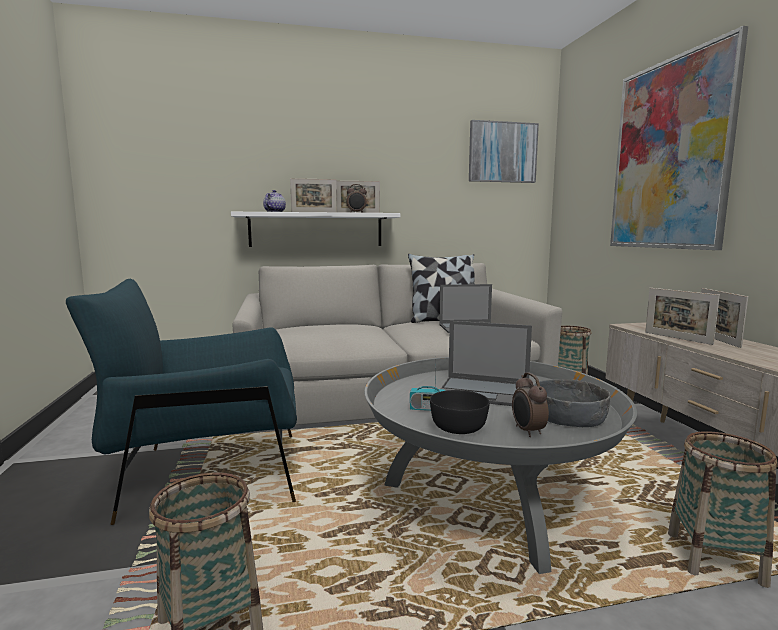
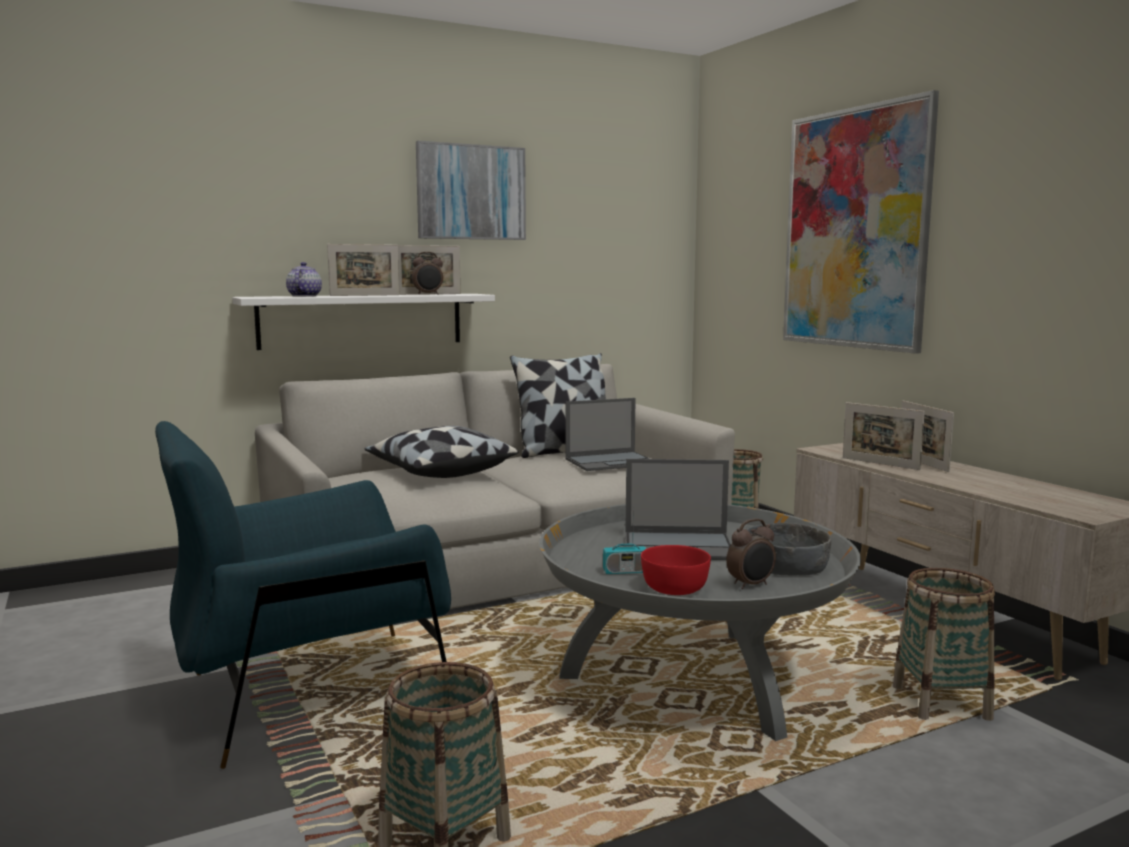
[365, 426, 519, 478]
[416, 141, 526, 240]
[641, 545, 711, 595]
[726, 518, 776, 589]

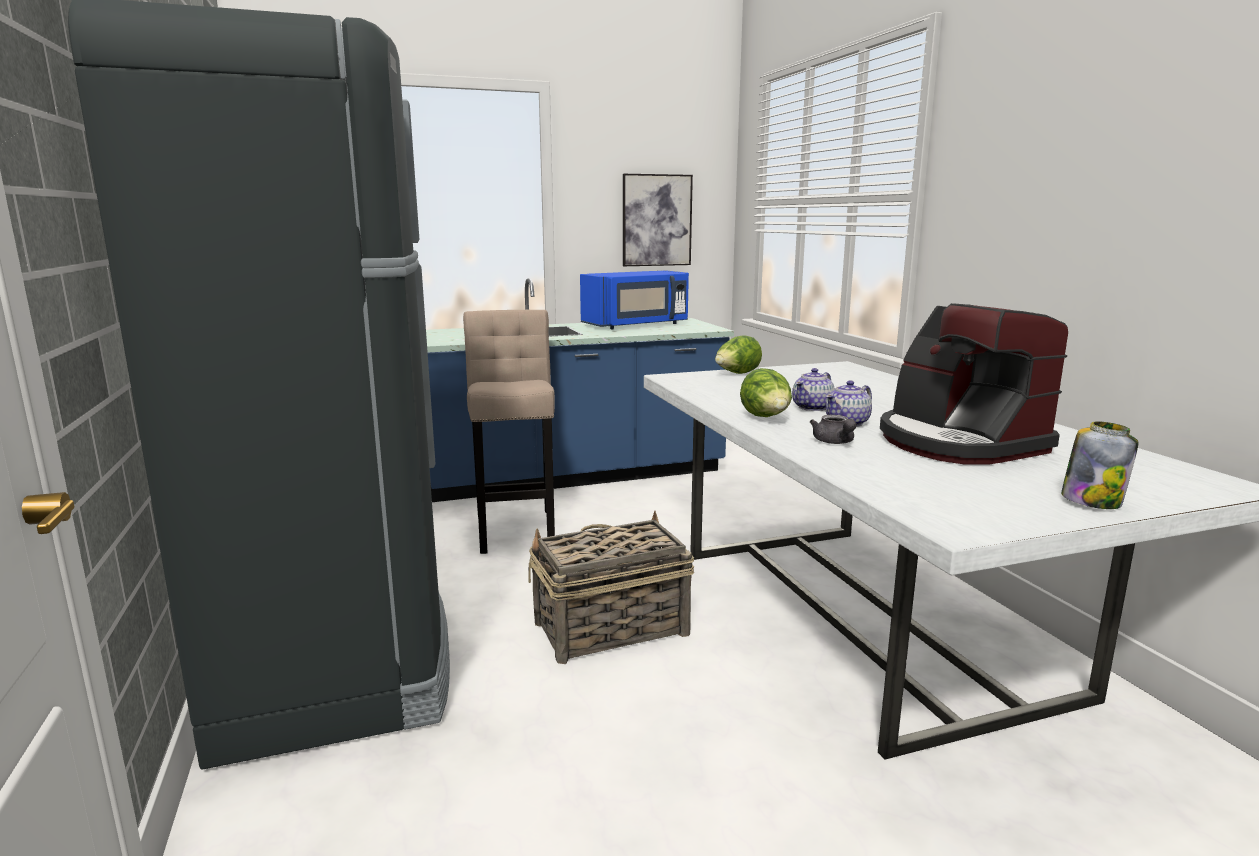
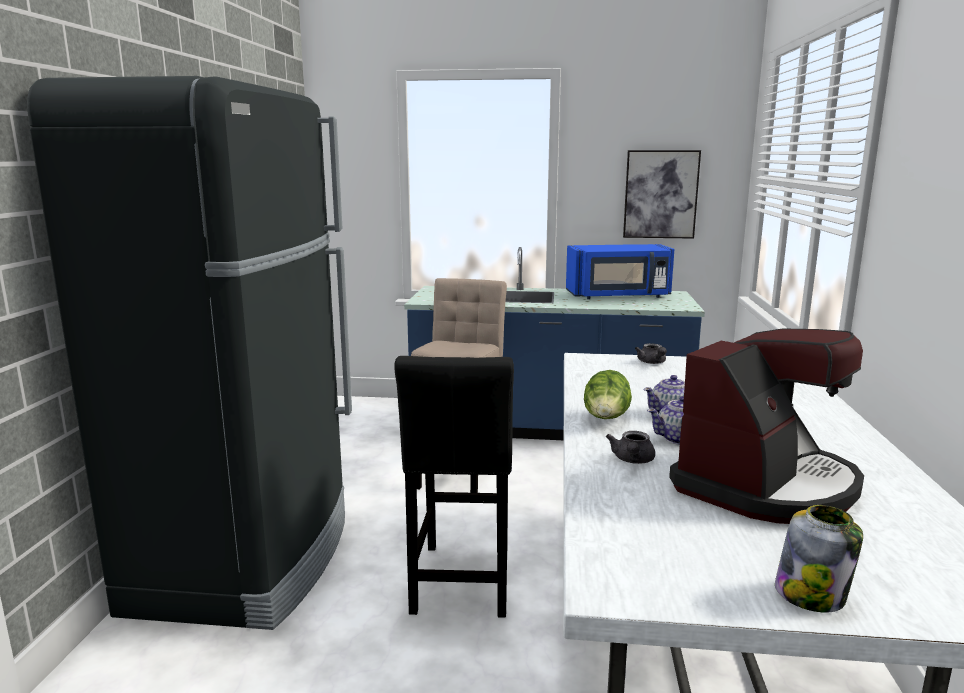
[395, 356, 514, 618]
[635, 343, 667, 364]
[669, 328, 864, 524]

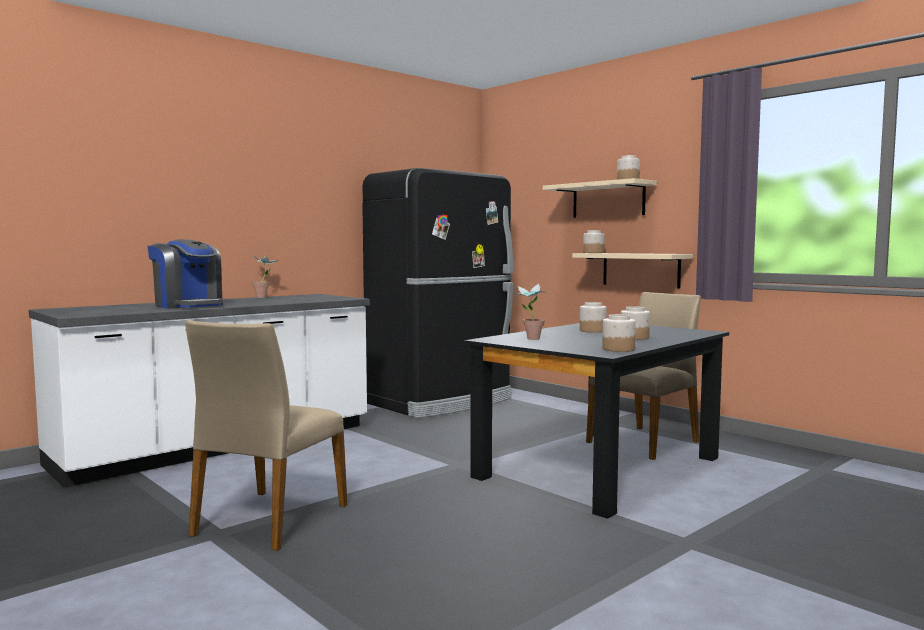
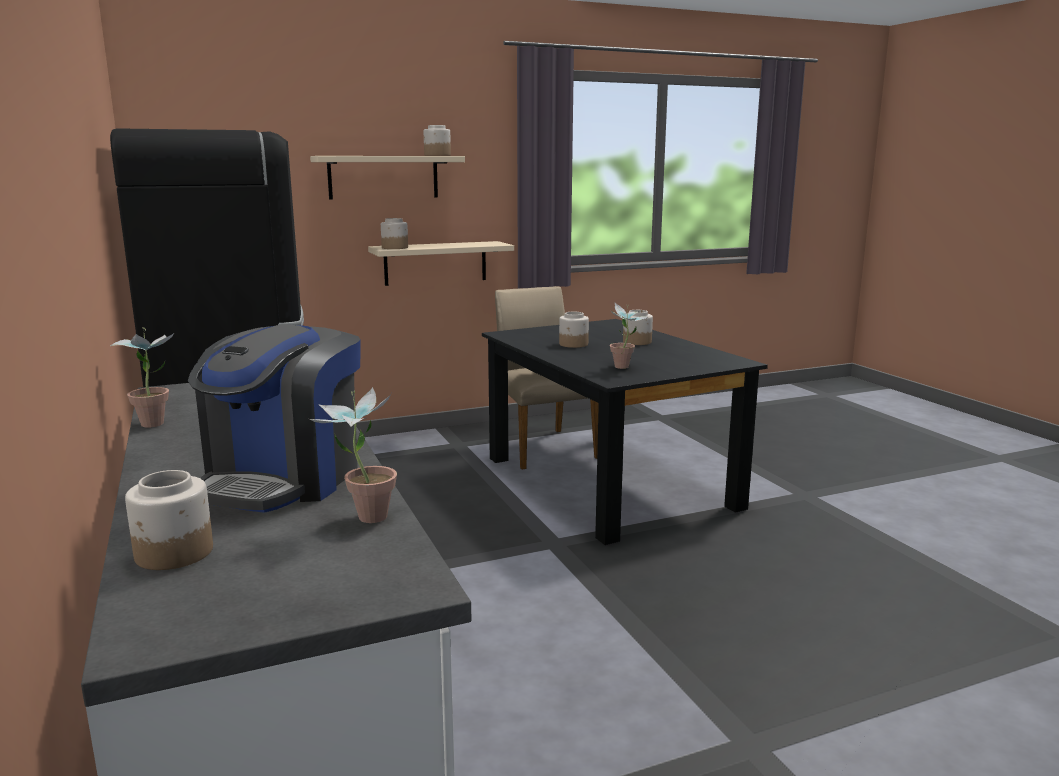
[125, 470, 213, 570]
[188, 324, 361, 513]
[307, 387, 397, 523]
[185, 320, 347, 551] (first image)

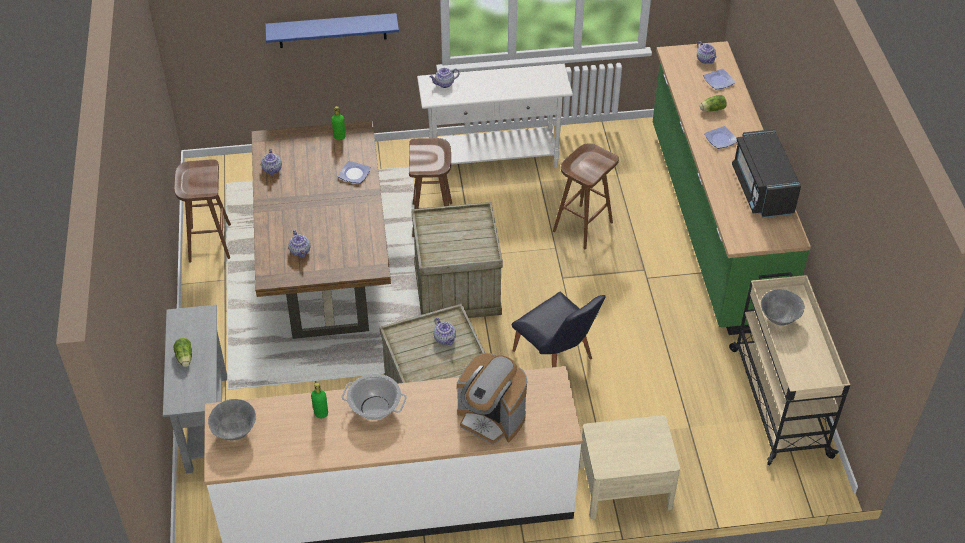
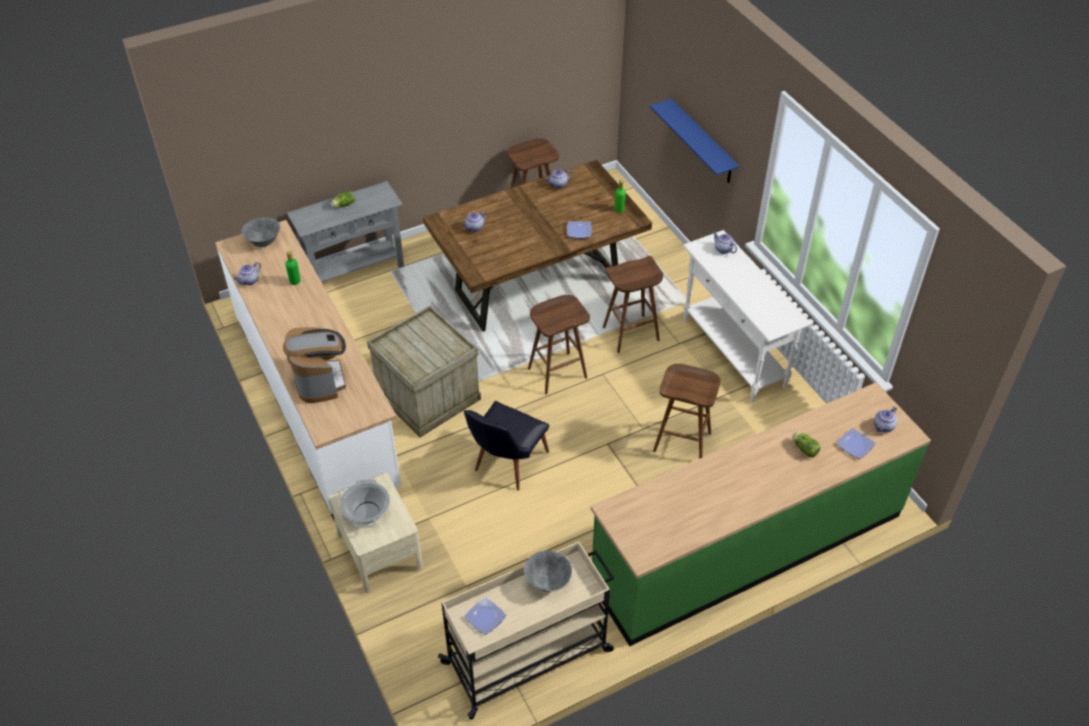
[234, 262, 261, 285]
[283, 327, 346, 403]
[340, 480, 390, 528]
[464, 597, 506, 635]
[528, 295, 590, 395]
[732, 129, 801, 218] (first image)

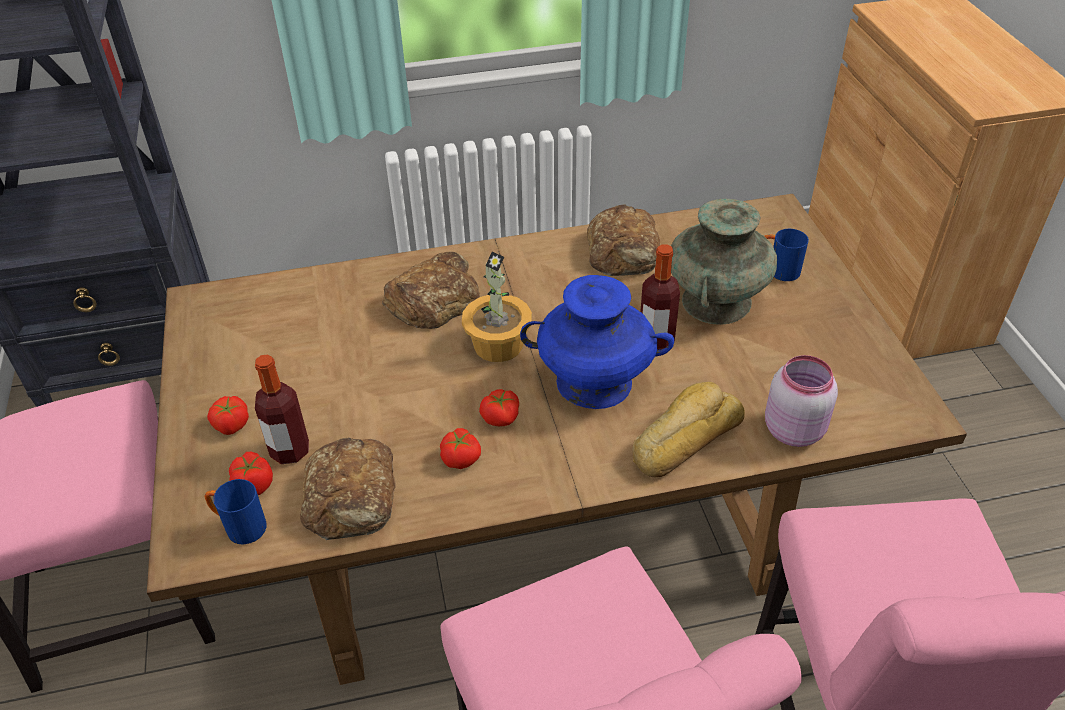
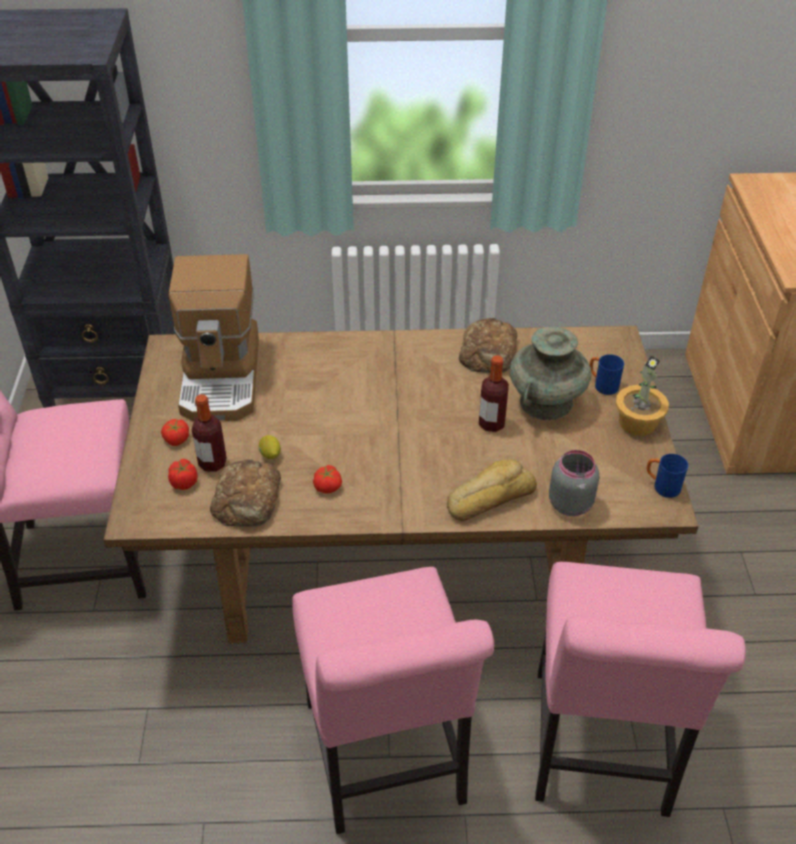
[168, 254, 259, 422]
[259, 435, 281, 459]
[549, 450, 599, 516]
[616, 356, 669, 436]
[647, 454, 688, 498]
[382, 252, 480, 329] (first image)
[479, 389, 519, 426] (first image)
[520, 275, 674, 409] (first image)

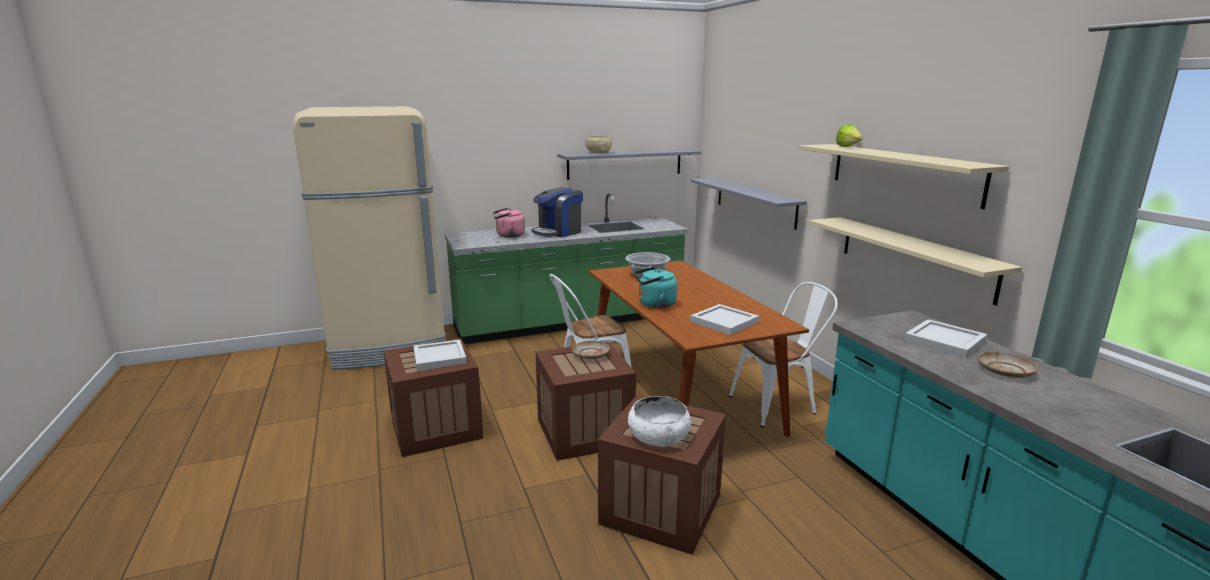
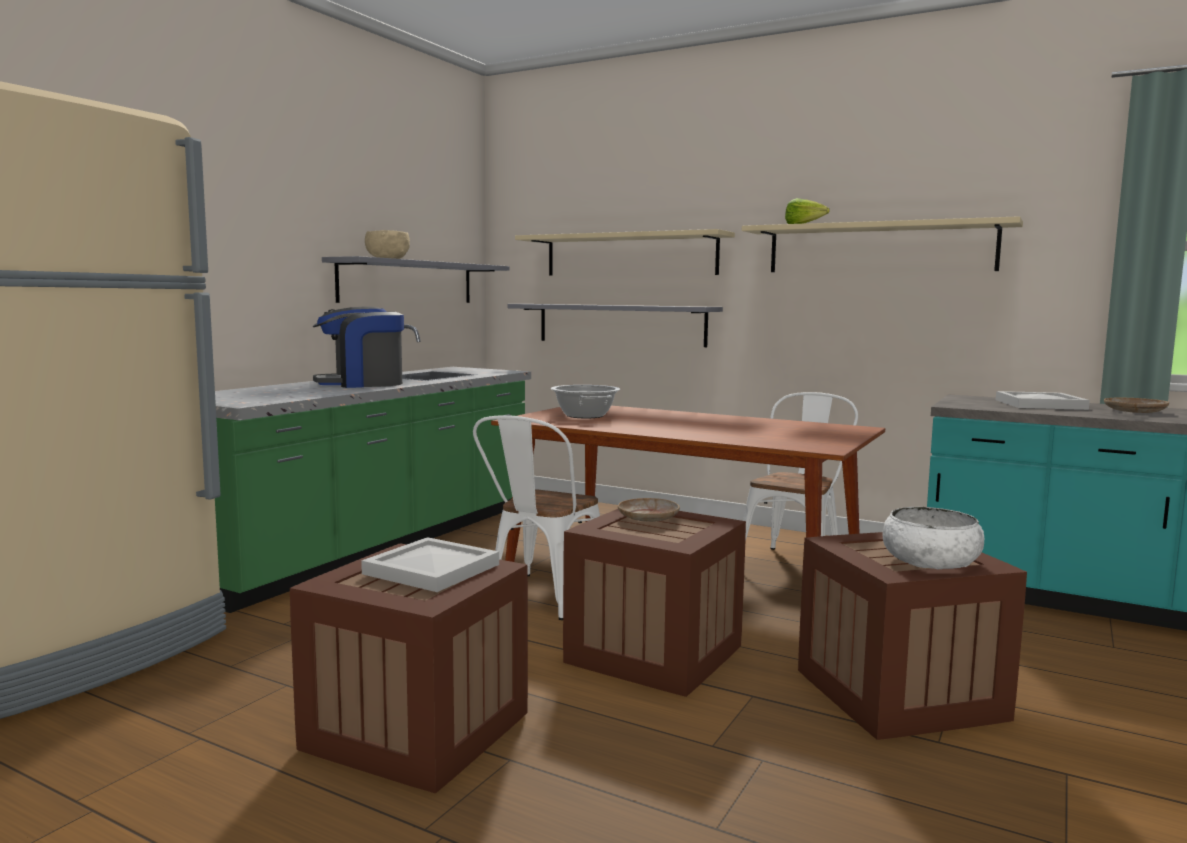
[313, 307, 404, 388]
[515, 229, 735, 275]
[493, 208, 525, 238] (first image)
[634, 267, 677, 308] (first image)
[690, 304, 759, 335] (first image)

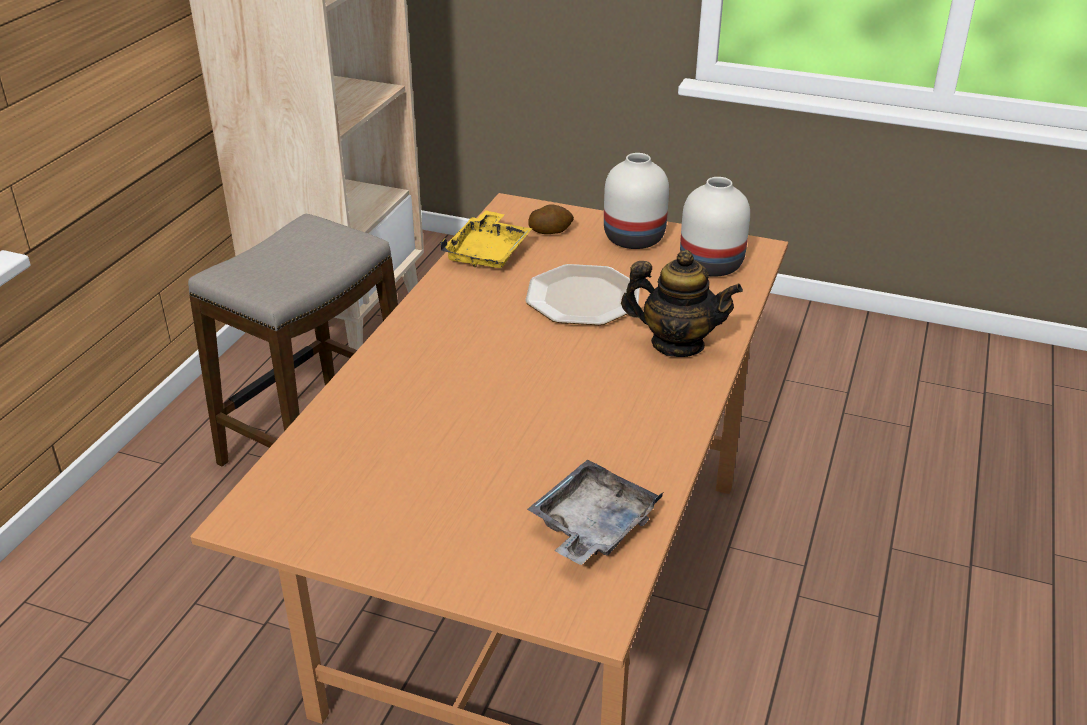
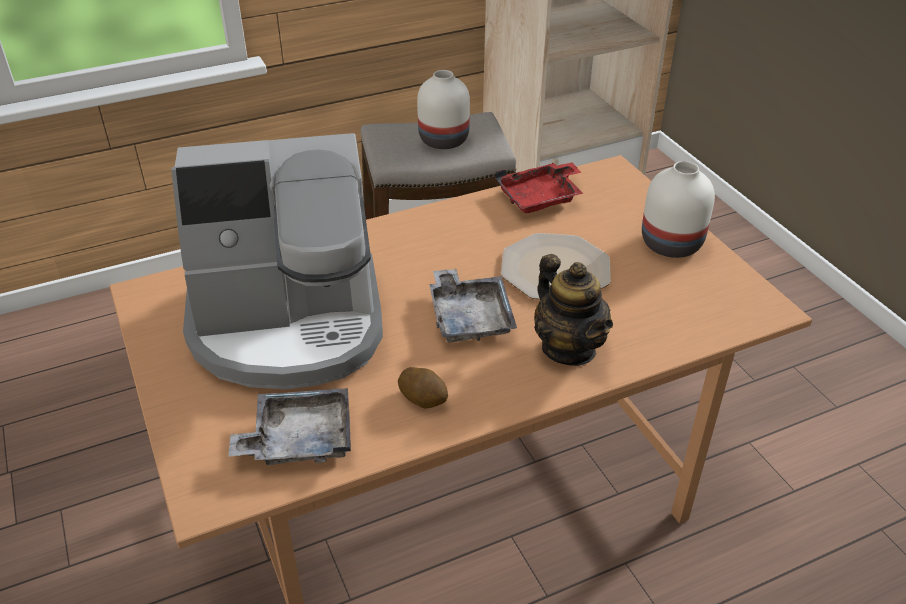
[171, 133, 383, 389]
[398, 367, 448, 408]
[417, 70, 470, 149]
[429, 269, 517, 343]
[495, 162, 583, 214]

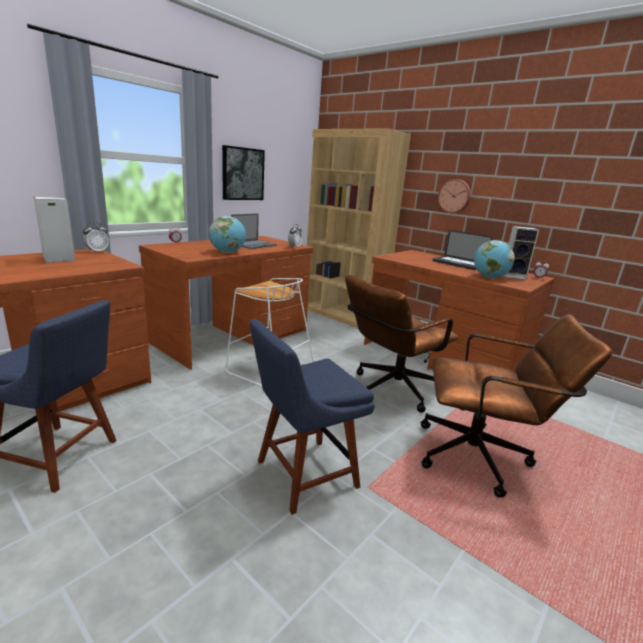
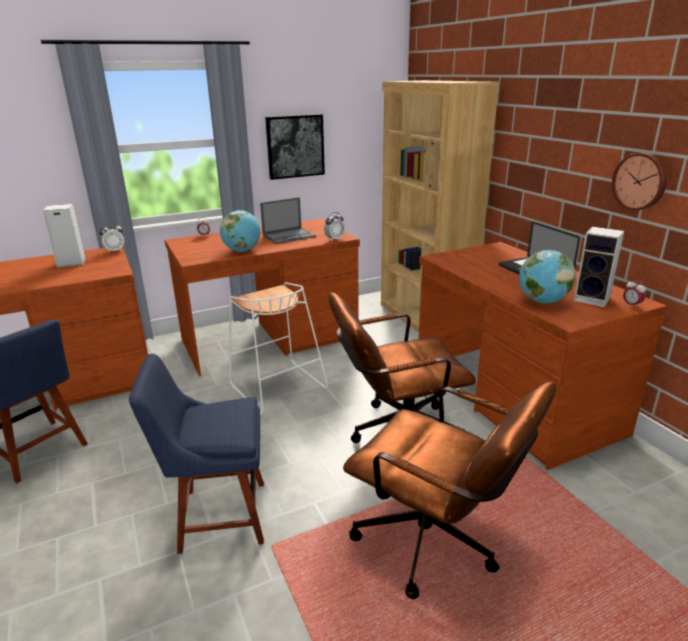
[612, 153, 667, 211]

